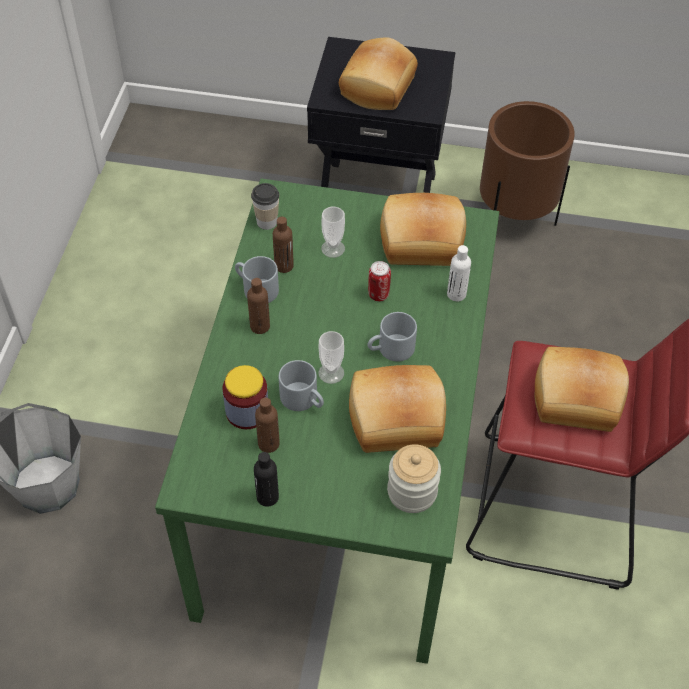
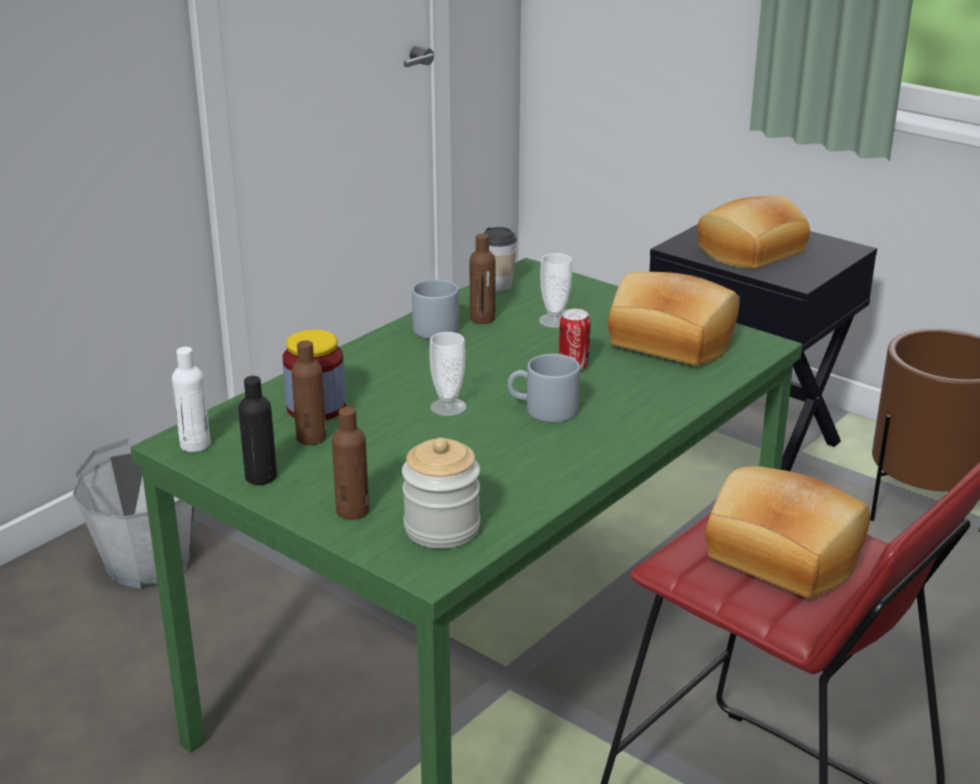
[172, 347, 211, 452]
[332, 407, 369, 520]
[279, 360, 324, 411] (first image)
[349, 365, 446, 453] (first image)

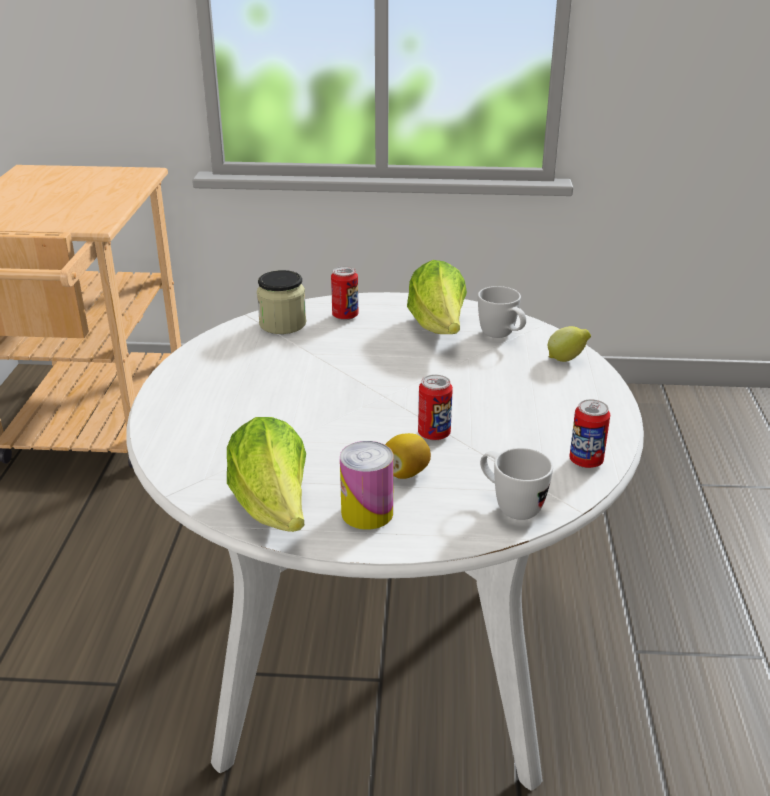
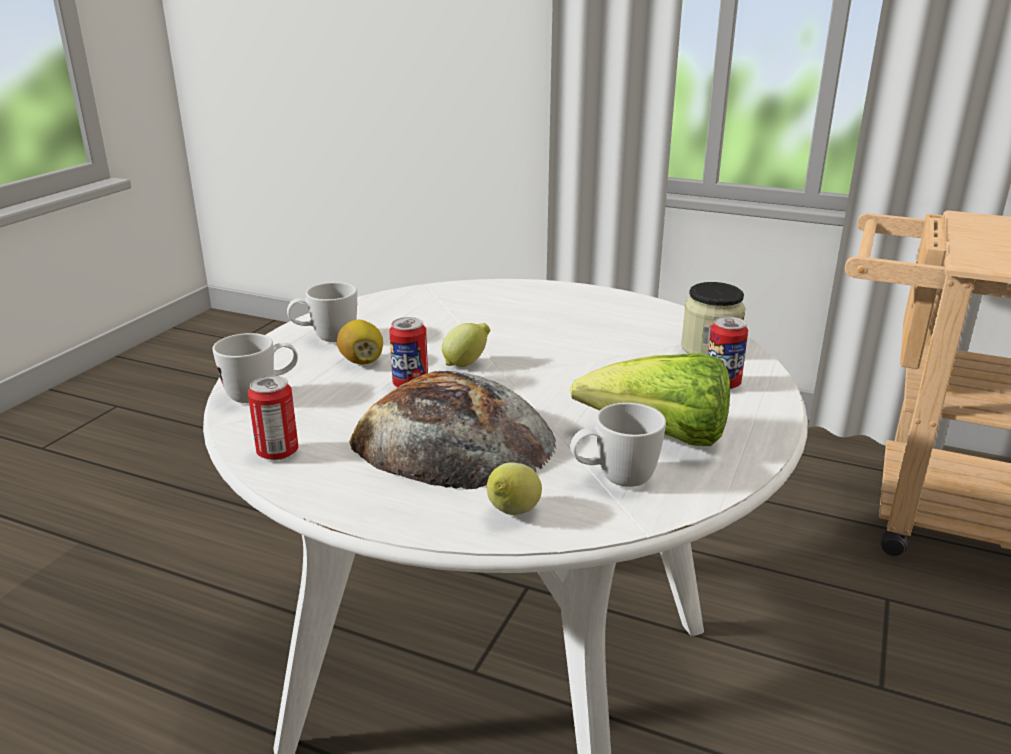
[287, 282, 357, 342]
[349, 371, 556, 490]
[442, 323, 490, 367]
[227, 417, 306, 532] (first image)

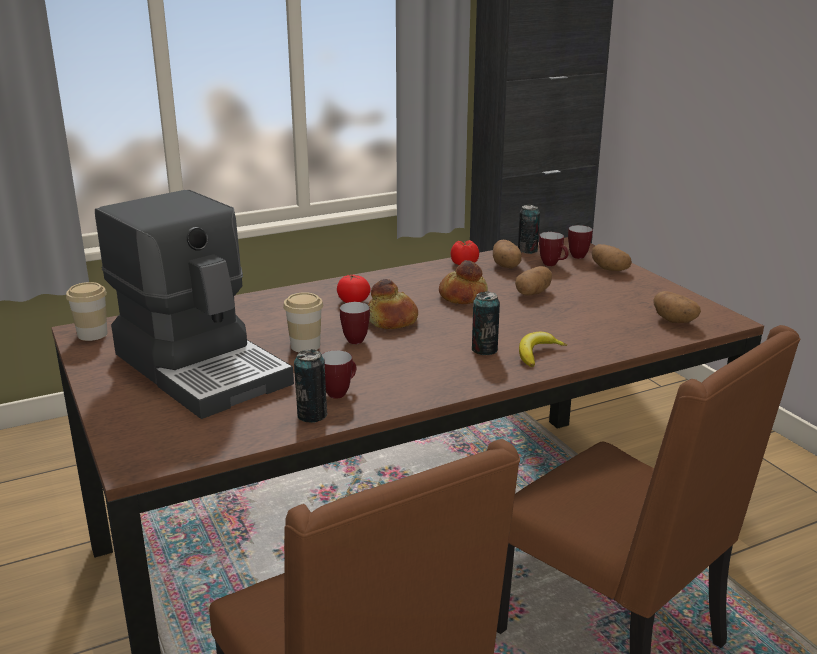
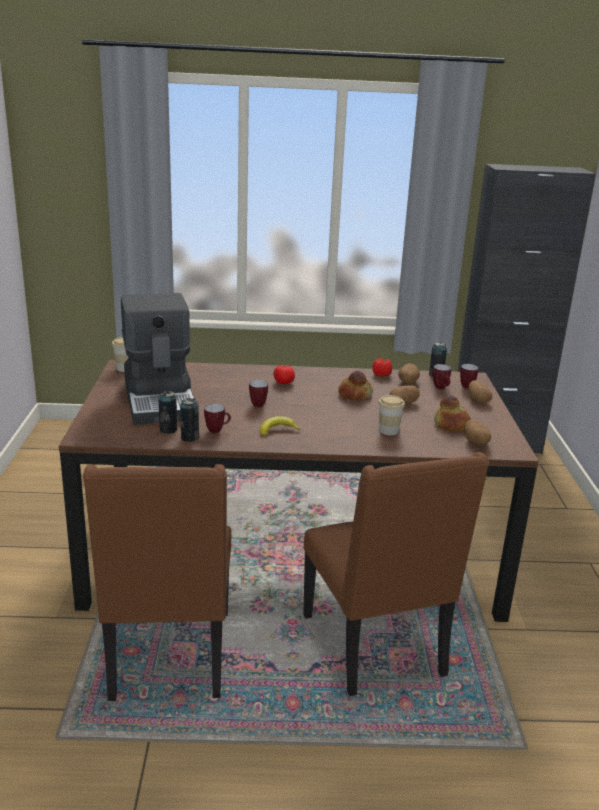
[158, 391, 178, 434]
[260, 416, 300, 437]
[378, 395, 405, 435]
[434, 396, 471, 431]

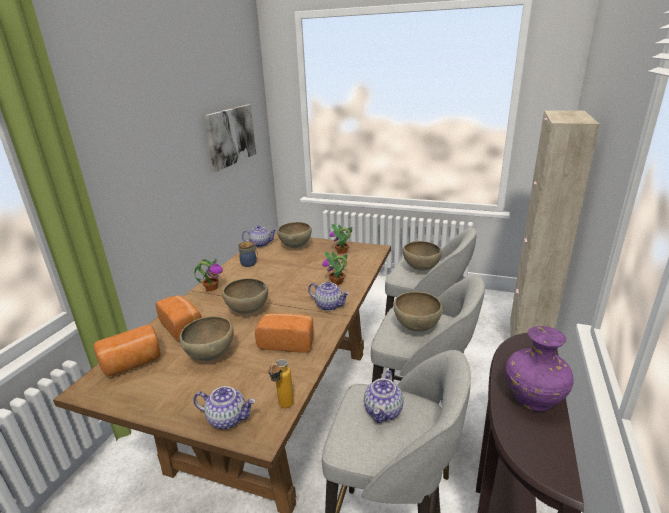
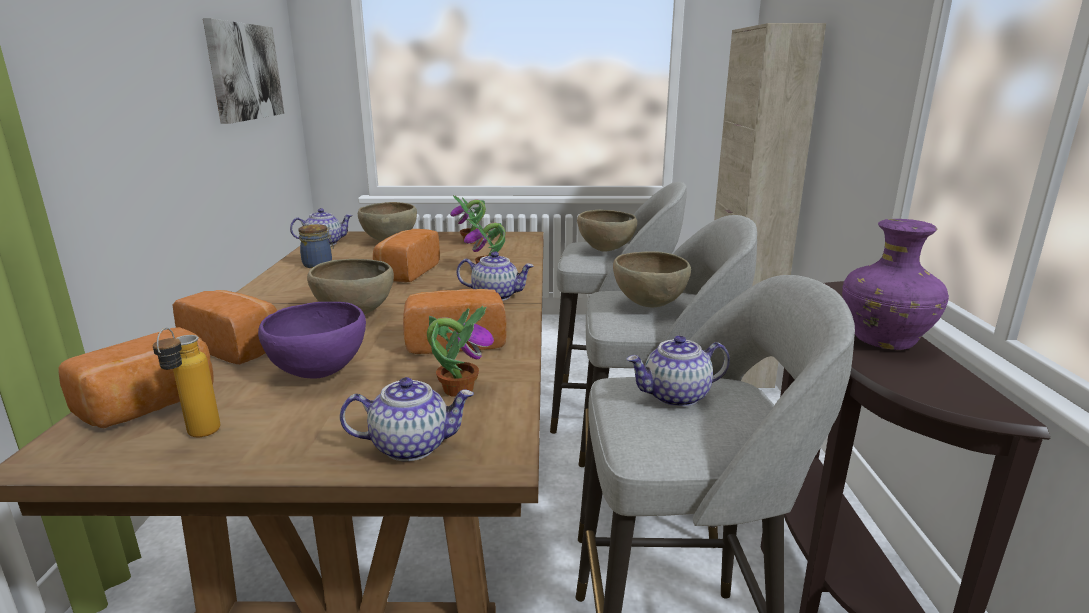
[153, 328, 220, 437]
[258, 302, 366, 378]
[373, 229, 440, 282]
[427, 306, 494, 397]
[626, 335, 730, 407]

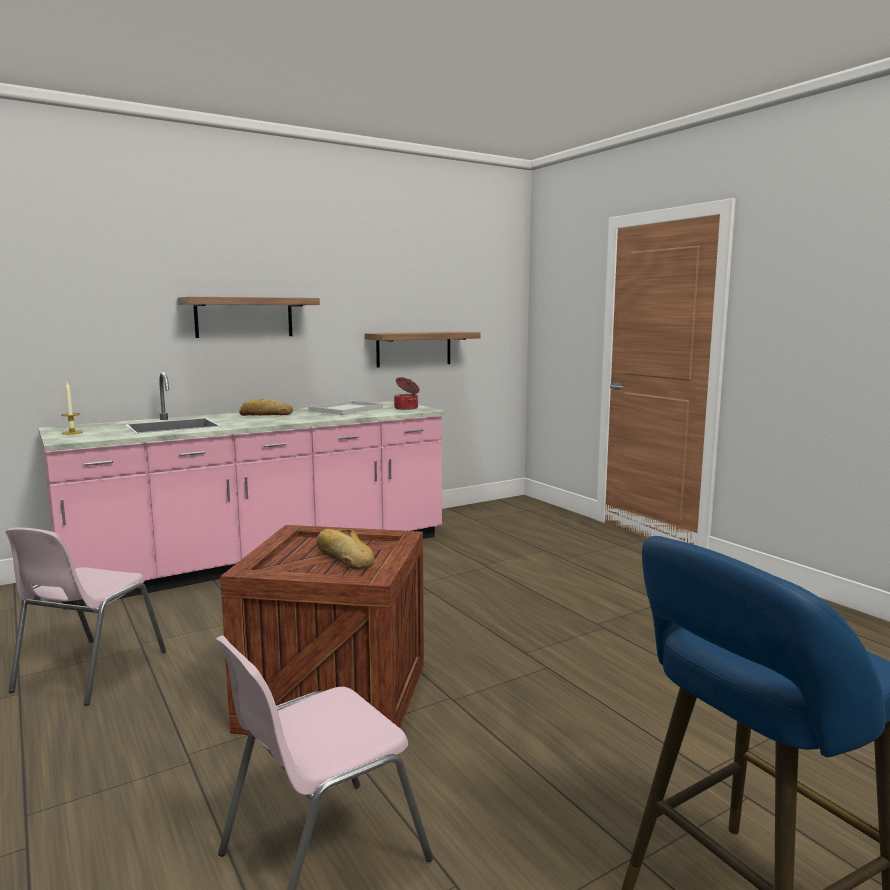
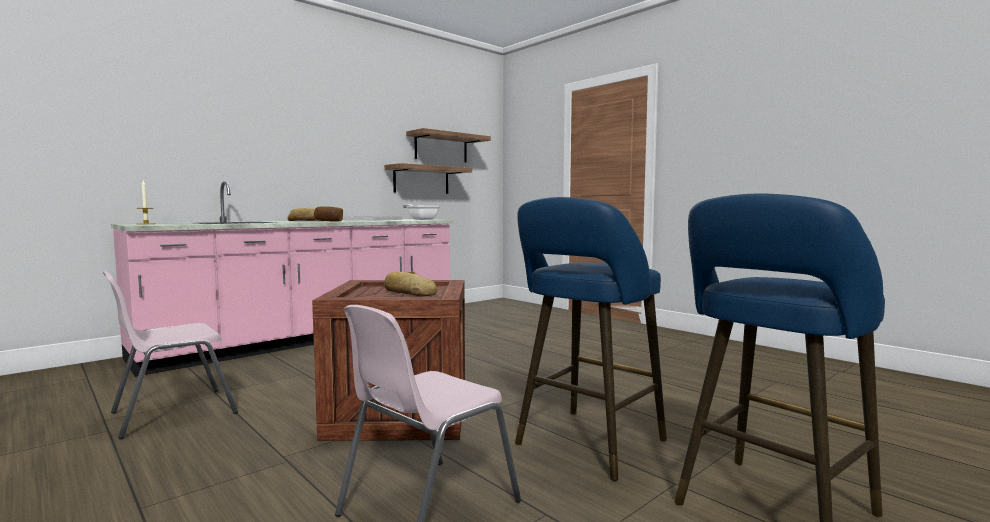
[103, 271, 238, 439]
[314, 206, 343, 222]
[403, 204, 440, 220]
[406, 128, 491, 162]
[515, 197, 667, 481]

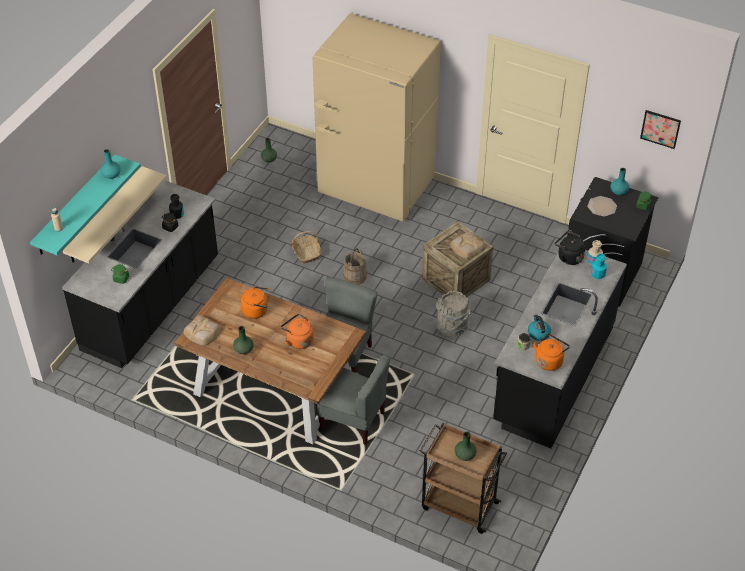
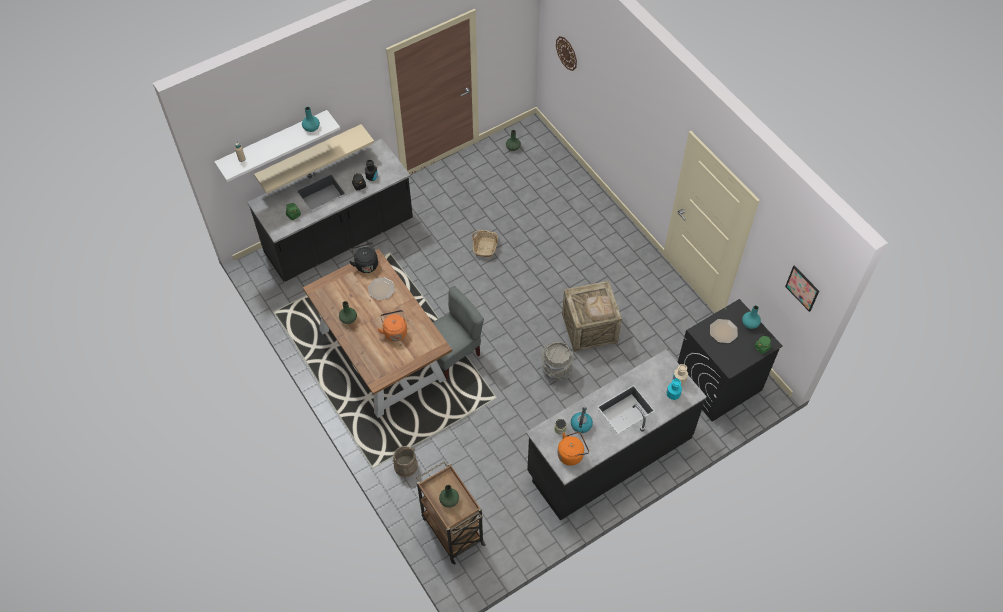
[214, 110, 340, 182]
[349, 243, 378, 273]
[368, 277, 395, 300]
[393, 446, 418, 477]
[556, 36, 577, 71]
[184, 315, 221, 346] (first image)
[313, 14, 441, 221] (first image)
[317, 354, 390, 445] (first image)

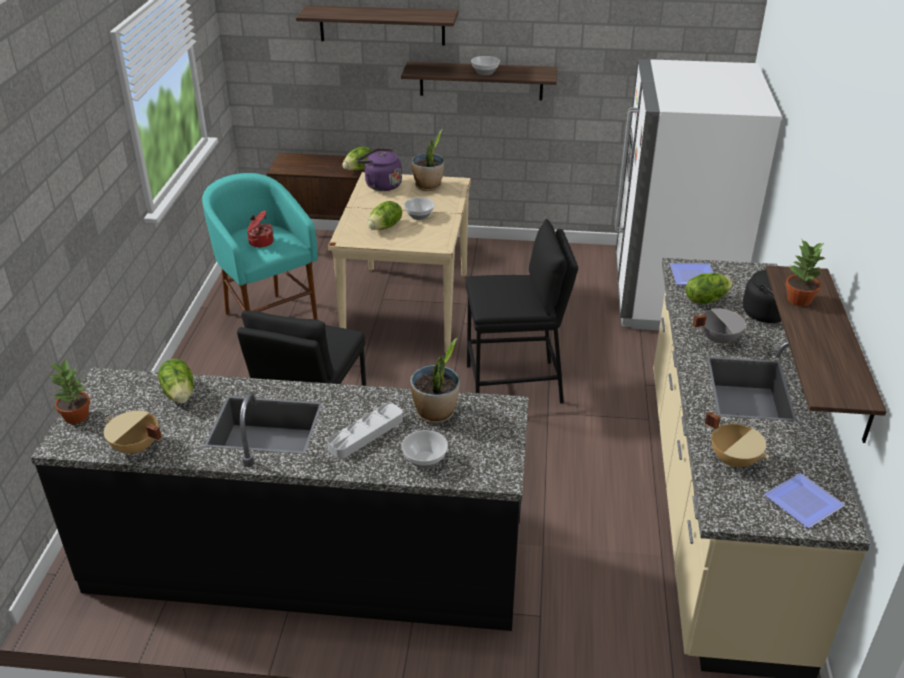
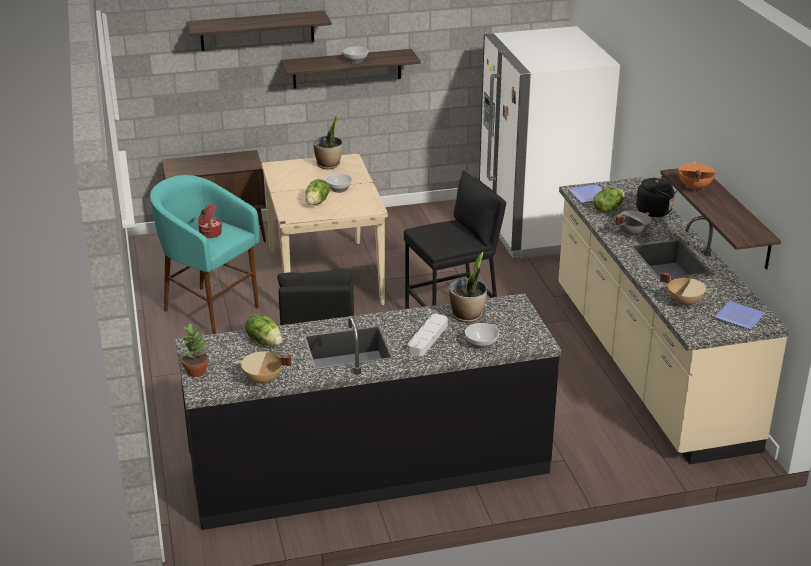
[678, 162, 715, 191]
[342, 147, 372, 171] (first image)
[357, 148, 402, 191] (first image)

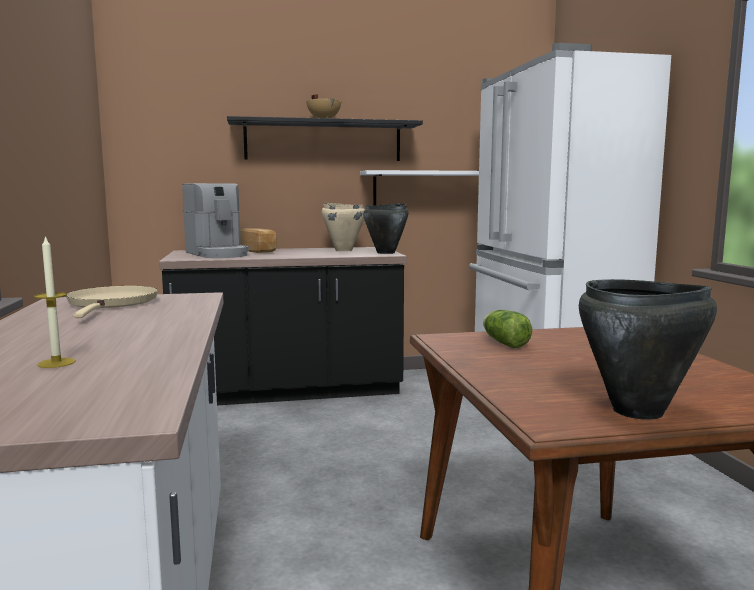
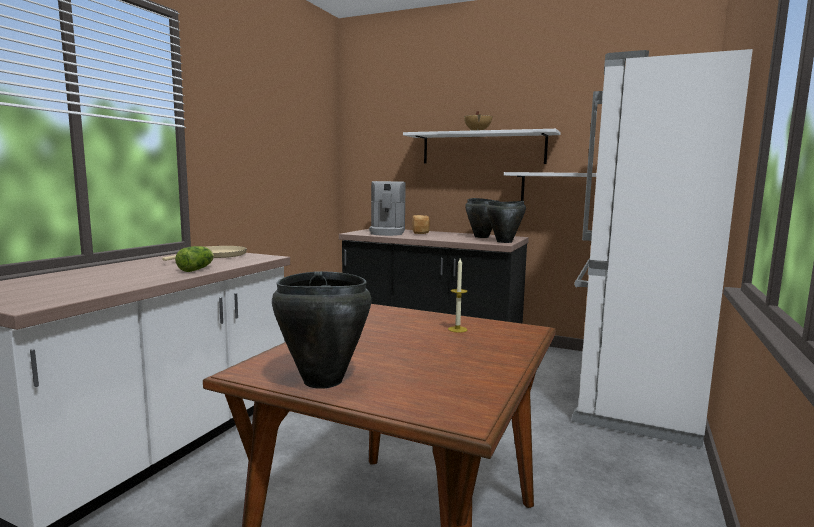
[175, 246, 214, 272]
[403, 129, 561, 164]
[448, 258, 468, 333]
[465, 198, 499, 238]

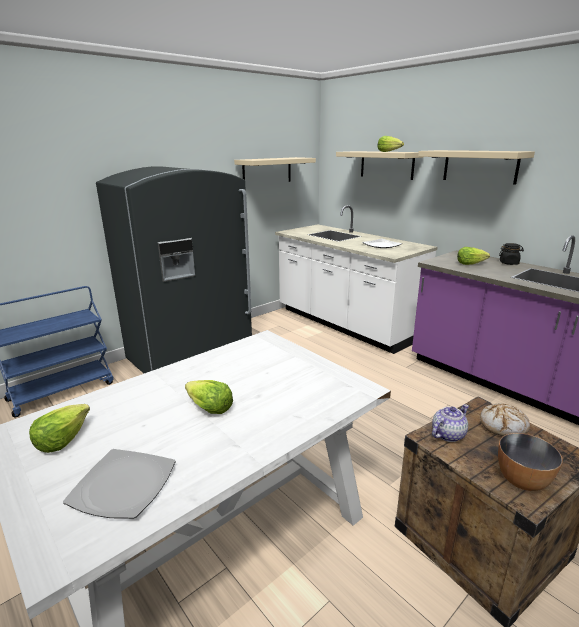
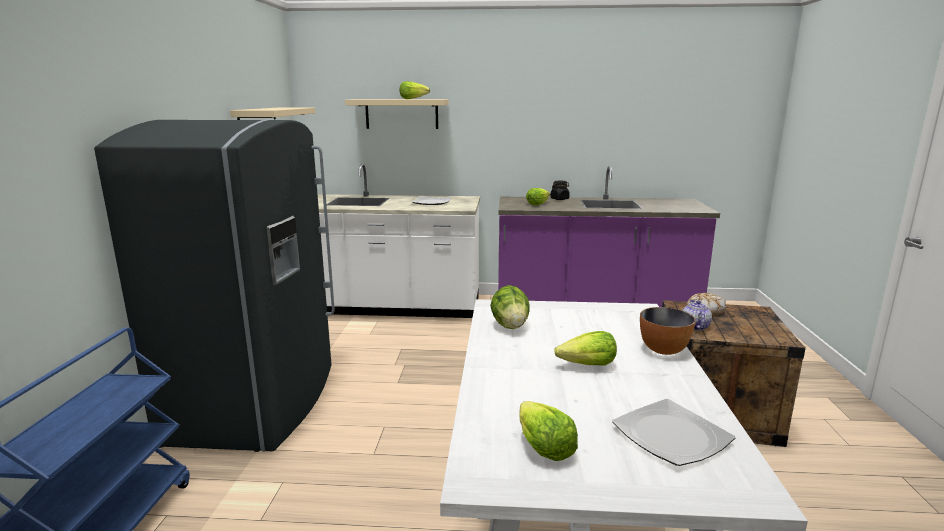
[490, 285, 530, 329]
[640, 307, 696, 355]
[418, 150, 535, 185] (first image)

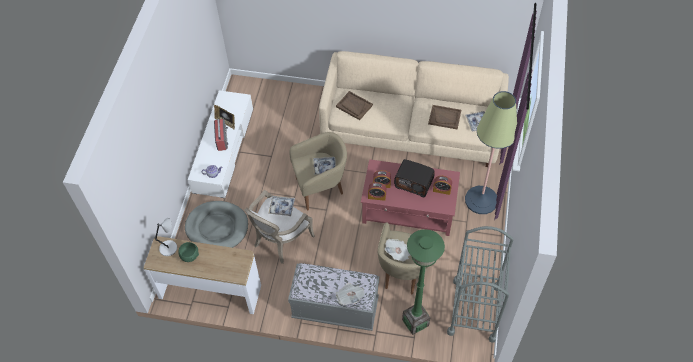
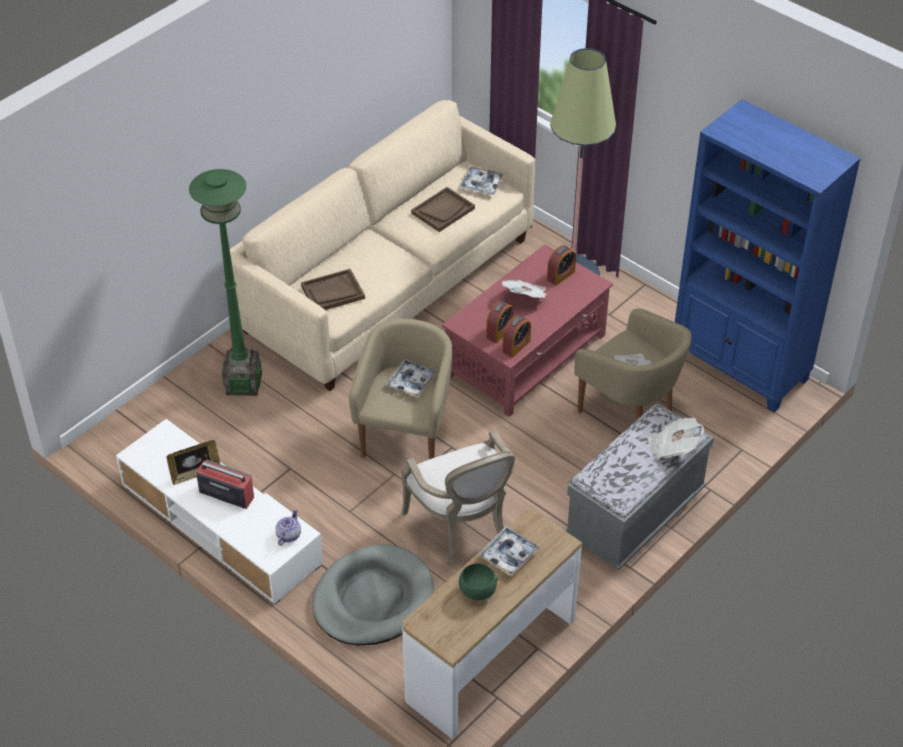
[189, 169, 262, 396]
[479, 526, 540, 576]
[502, 280, 547, 298]
[675, 99, 861, 412]
[155, 218, 177, 256] (first image)

